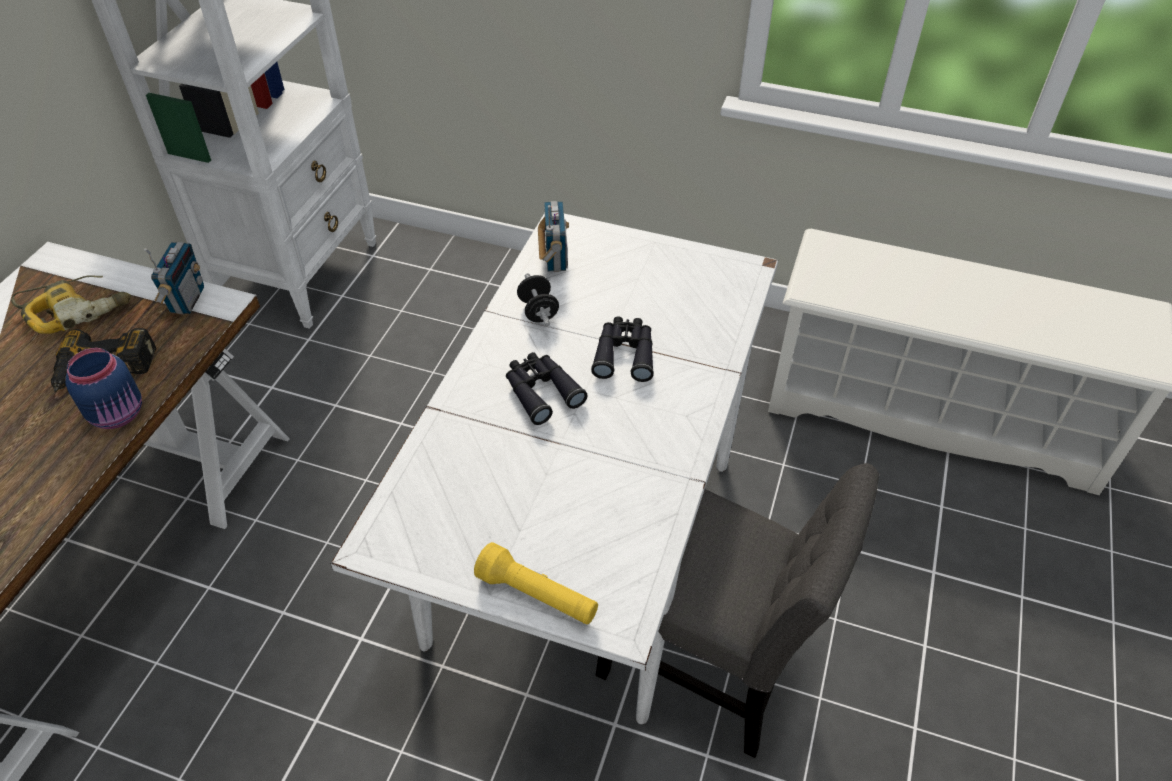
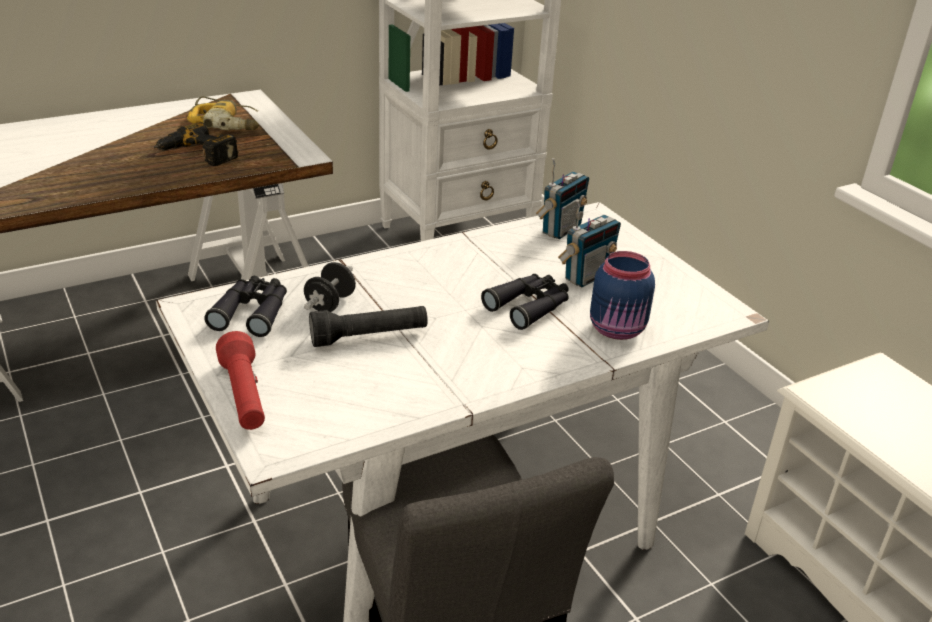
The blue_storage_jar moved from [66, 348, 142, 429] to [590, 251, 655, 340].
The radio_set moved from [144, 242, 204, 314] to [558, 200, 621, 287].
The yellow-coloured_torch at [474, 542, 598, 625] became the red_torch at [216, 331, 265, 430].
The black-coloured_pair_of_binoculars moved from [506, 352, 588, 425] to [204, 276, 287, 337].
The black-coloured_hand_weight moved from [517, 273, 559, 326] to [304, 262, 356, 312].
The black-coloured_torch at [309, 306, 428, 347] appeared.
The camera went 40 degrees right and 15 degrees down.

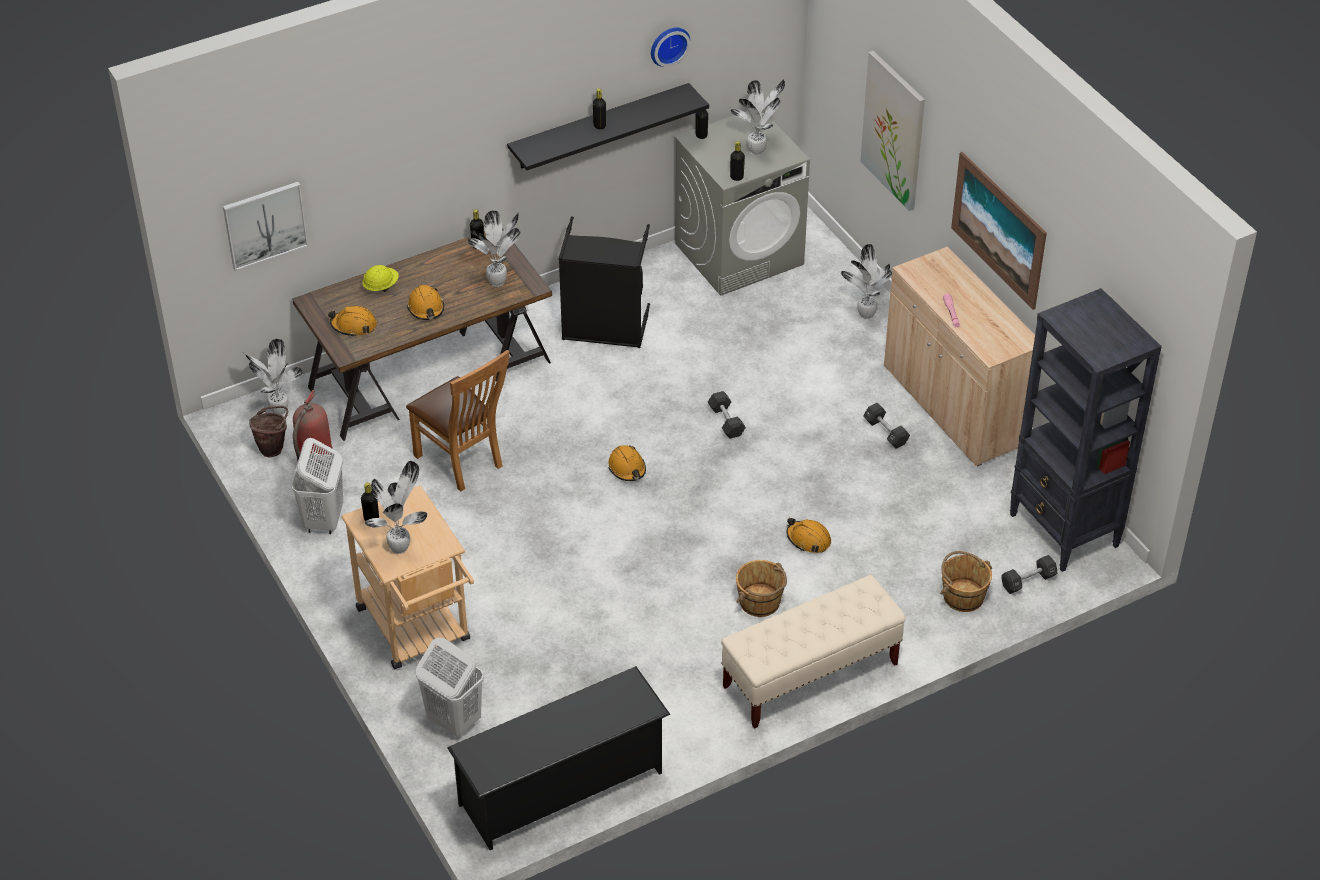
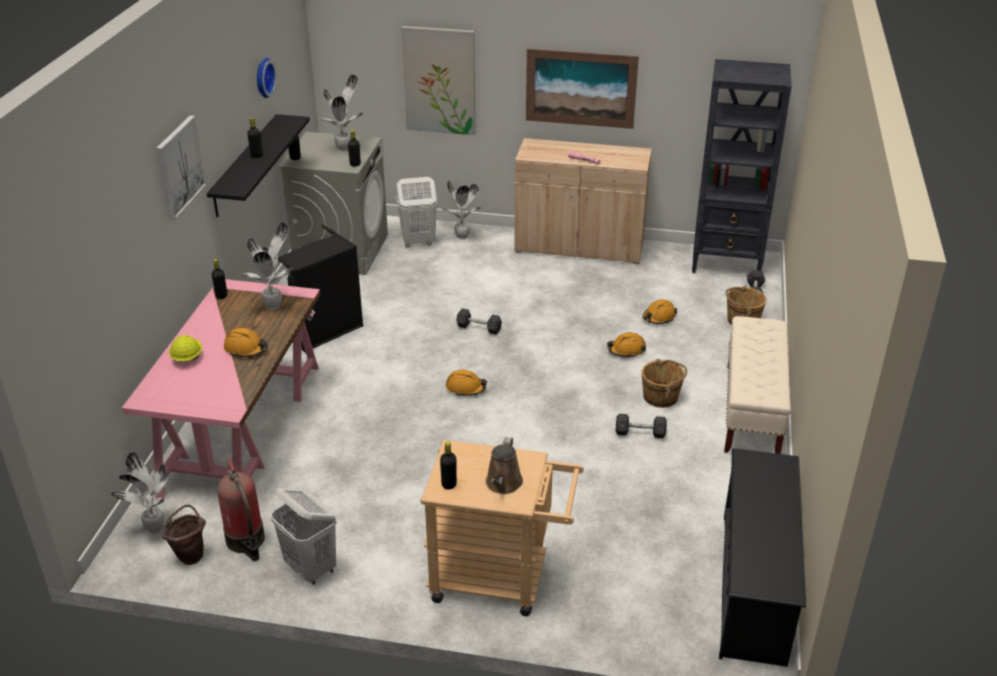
The wall_picture moved from [223, 182, 309, 271] to [156, 116, 207, 220].
The brown-coloured_desk at [292, 228, 552, 441] became the pink-coloured_desk at [122, 279, 321, 499].
The orangey_hard_hat moved from [328, 306, 377, 337] to [643, 299, 677, 324].
The potted_plant at [365, 461, 427, 554] was replaced by the brown-coloured_watering_can at [486, 437, 523, 494].
The brown-coloured_chair at [406, 350, 510, 492] disappeared.
The white-coloured_hamper moved from [416, 637, 484, 737] to [396, 177, 438, 248].
The black-coloured_hand_weight moved from [863, 403, 910, 449] to [616, 414, 667, 438].
The camera went 50 degrees left and 10 degrees down.

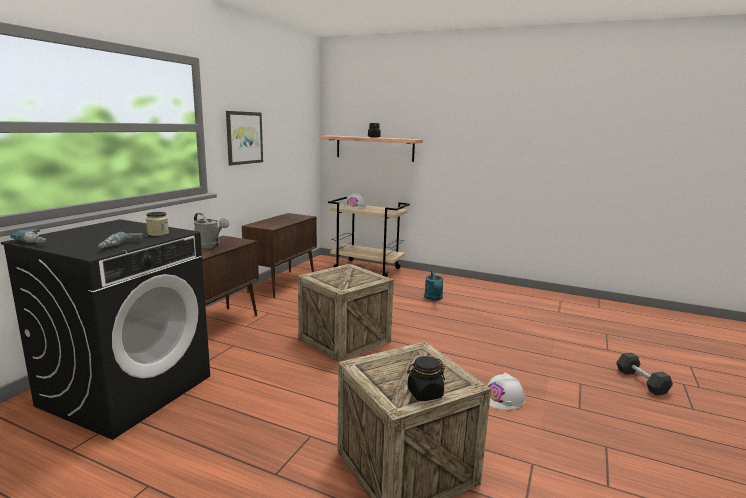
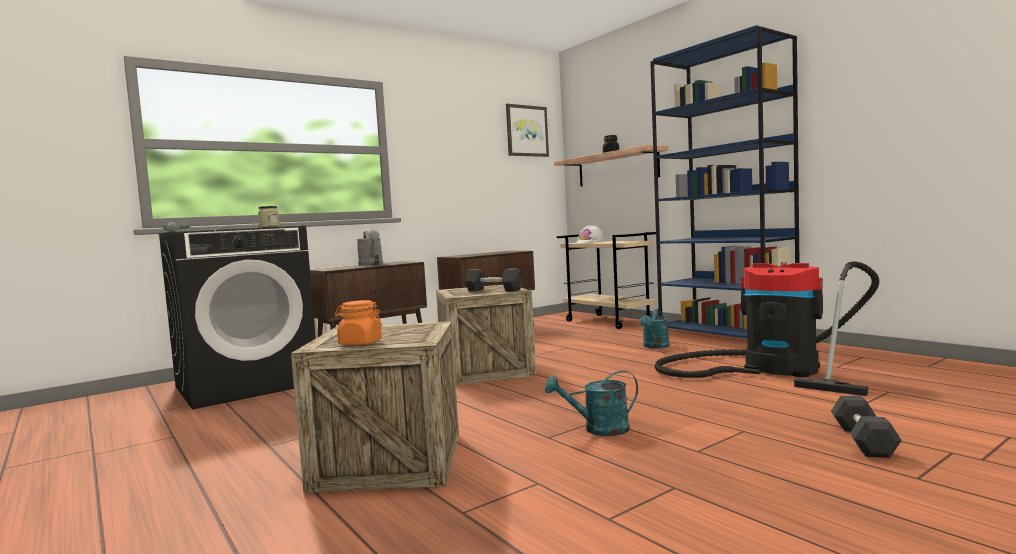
The power_drill at [98, 232, 147, 248] disappeared.
The wall_picture moved from [226, 111, 263, 166] to [506, 104, 549, 157].
The black-coloured_storage_jar at [407, 356, 445, 401] became the orangey_storage_jar at [335, 300, 382, 346].
The white-coloured_hard_hat at [487, 373, 525, 410] was replaced by the turquoise_watering_can at [545, 371, 638, 436].
The greyish_hand_weight at [465, 268, 523, 292] appeared.
The blue_shelving_unit at [650, 25, 800, 338] appeared.
The vacuum_cleaner at [655, 261, 879, 396] appeared.
The camera went 30 degrees right and 10 degrees down.

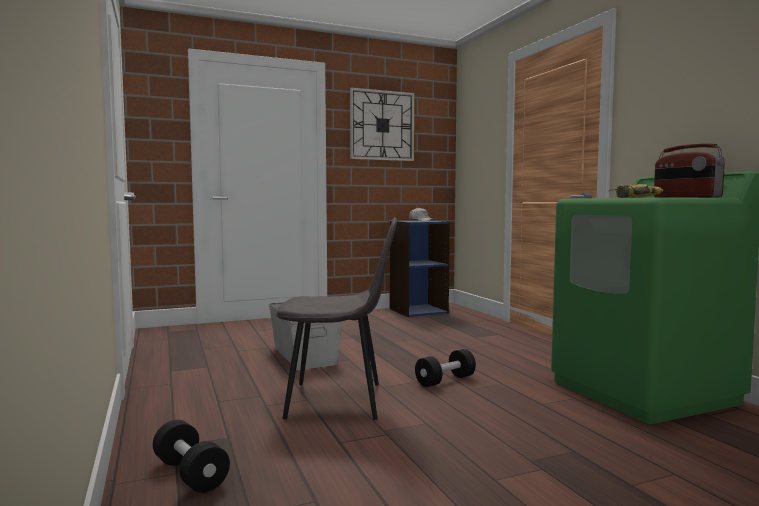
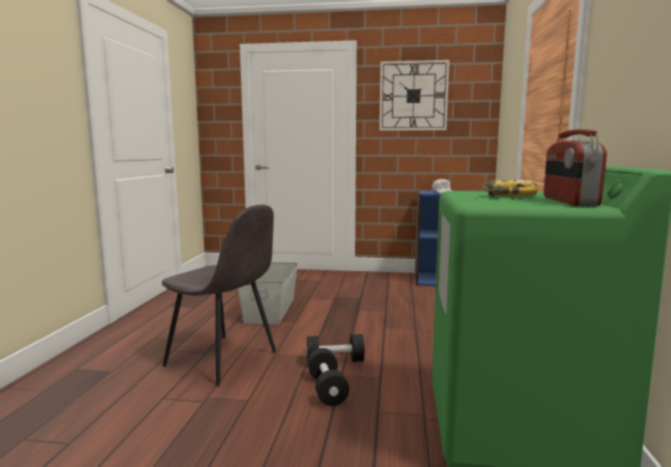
The black-coloured_hand_weight moved from [153, 420, 230, 493] to [307, 348, 349, 406].
The camera went 30 degrees right and 5 degrees up.

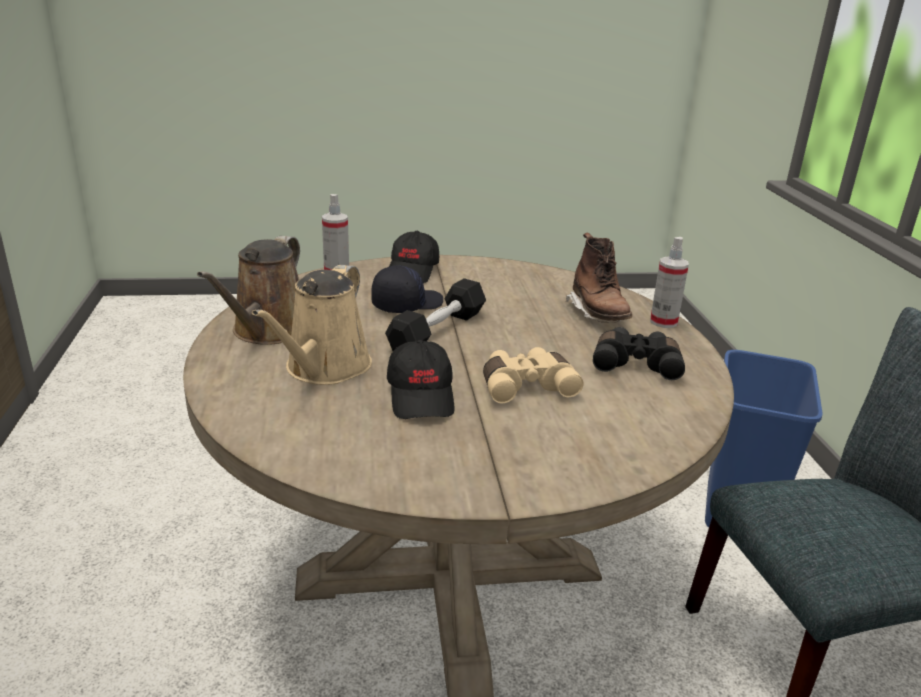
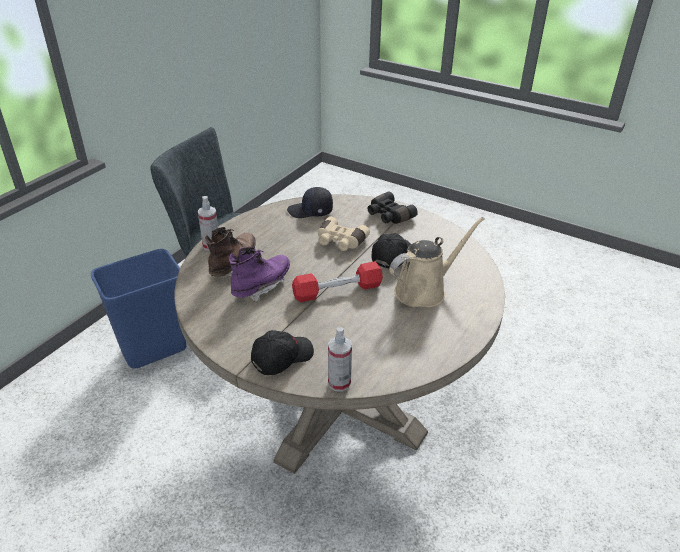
The brown-coloured_watering_can at [197, 236, 300, 345] disappeared.
The black-coloured_baseball_cap moved from [371, 265, 443, 313] to [287, 187, 333, 218].
The black-coloured_hand_weight at [385, 278, 486, 351] became the red_hand_weight at [292, 261, 383, 302].
The black-coloured_pair_of_binoculars moved from [593, 327, 685, 380] to [368, 191, 418, 224].
The purplish_high-top_boot at [229, 247, 290, 302] appeared.
The camera went 140 degrees left and 10 degrees up.

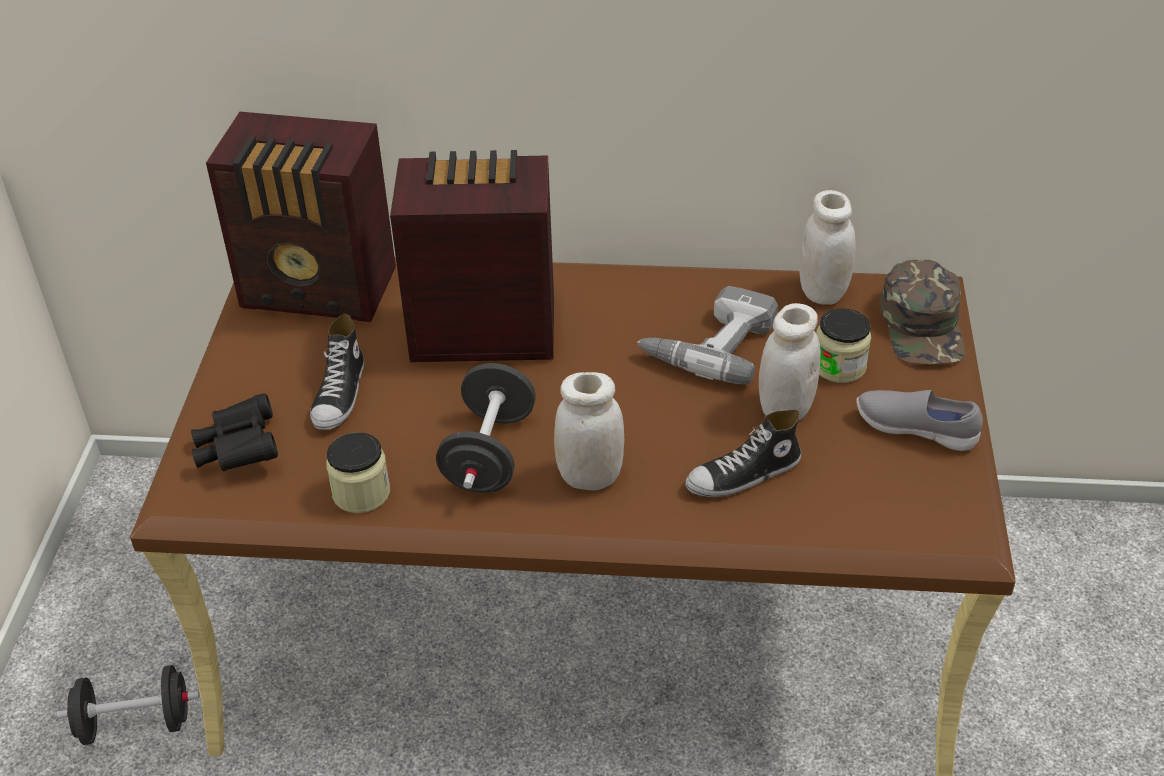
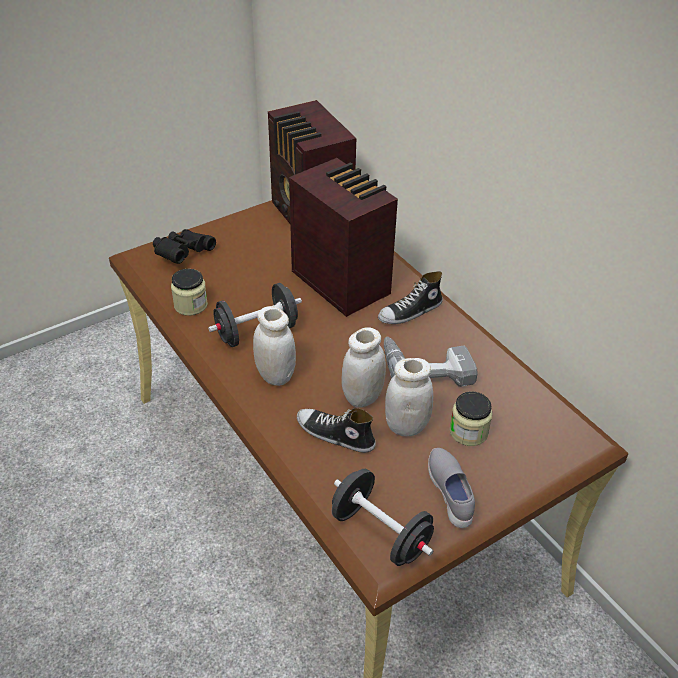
The black-coloured_hand_weight moved from [56, 665, 199, 745] to [332, 469, 434, 566].
The item_of_footwear moved from [310, 314, 364, 430] to [378, 271, 443, 324].
The white-coloured_storage_jar moved from [799, 190, 856, 305] to [342, 327, 386, 408].
The greenish_baseball_cap at [880, 259, 965, 364] disappeared.
The camera went 50 degrees right and 0 degrees up.

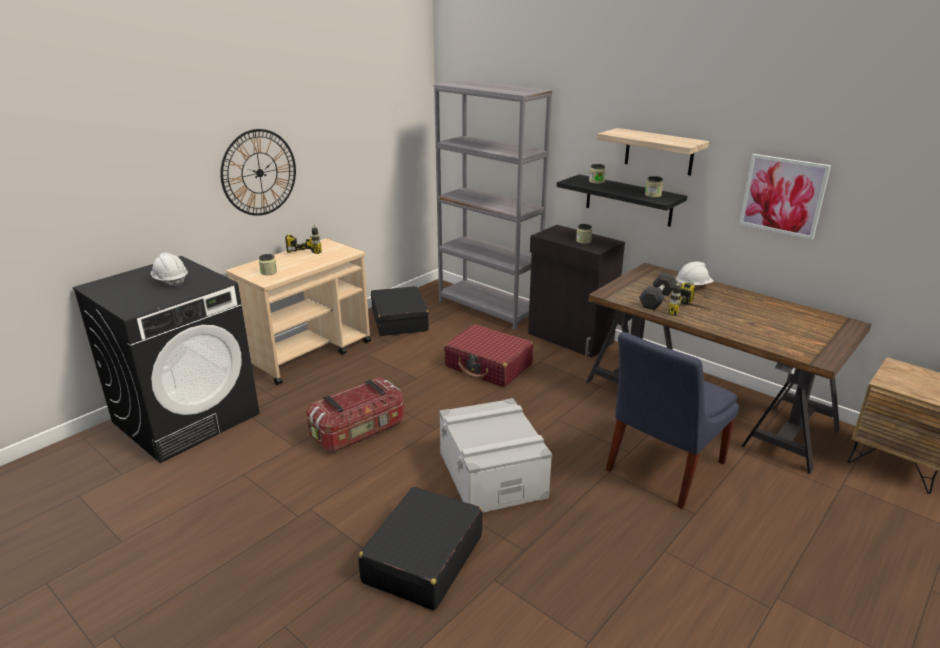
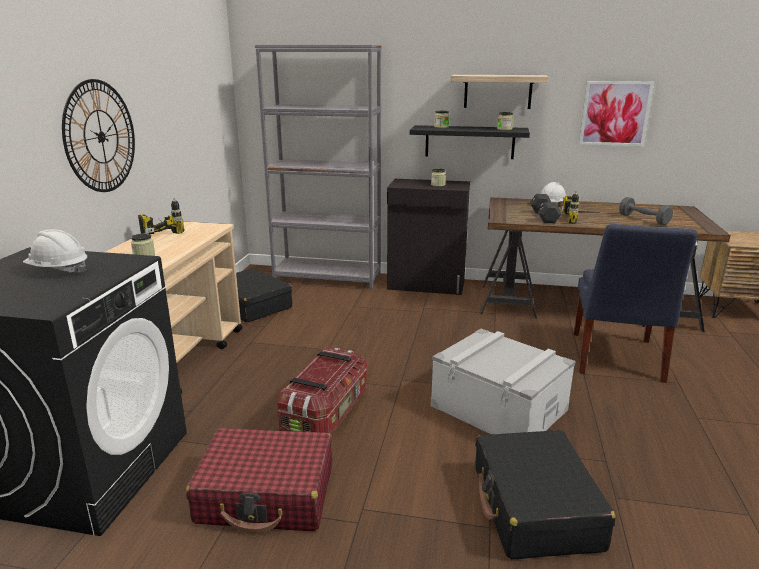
The red_travel_case moved from [444, 324, 533, 387] to [186, 428, 332, 534].
The greyish_hand_weight at [619, 197, 673, 225] appeared.
The camera went 30 degrees left and 5 degrees down.

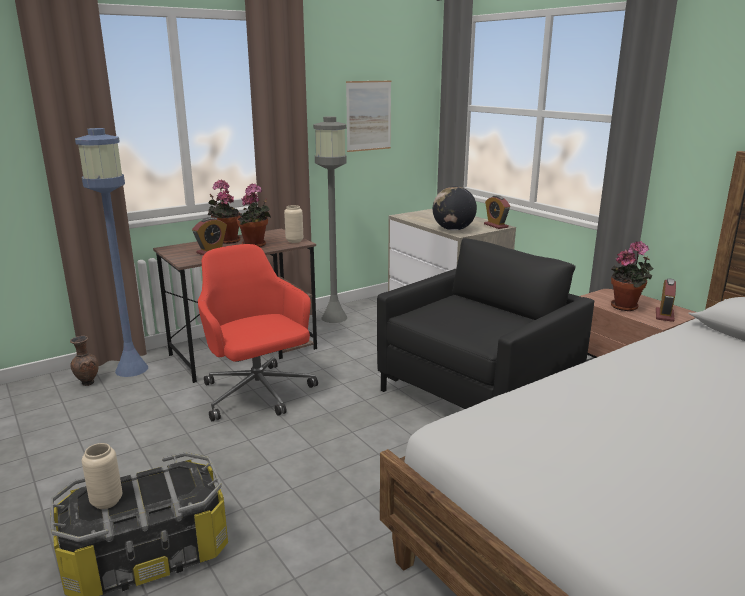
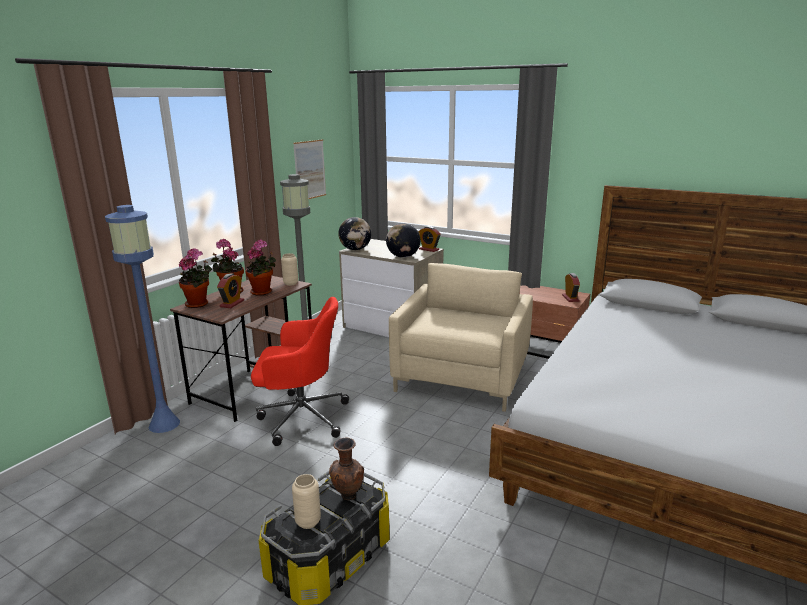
The brown-coloured_flower_vase moved from [70, 336, 99, 386] to [329, 437, 364, 500].
The red_computer_chair at [198, 244, 318, 421] turned 150 degrees clockwise.
The black-coloured_easy_chair at [377, 238, 594, 409] became the beige_easy_chair at [389, 263, 533, 412].
The potted_plant moved from [611, 241, 653, 311] to [179, 248, 212, 308].
The globe at [338, 217, 371, 250] appeared.
The camera went 25 degrees left and 0 degrees up.

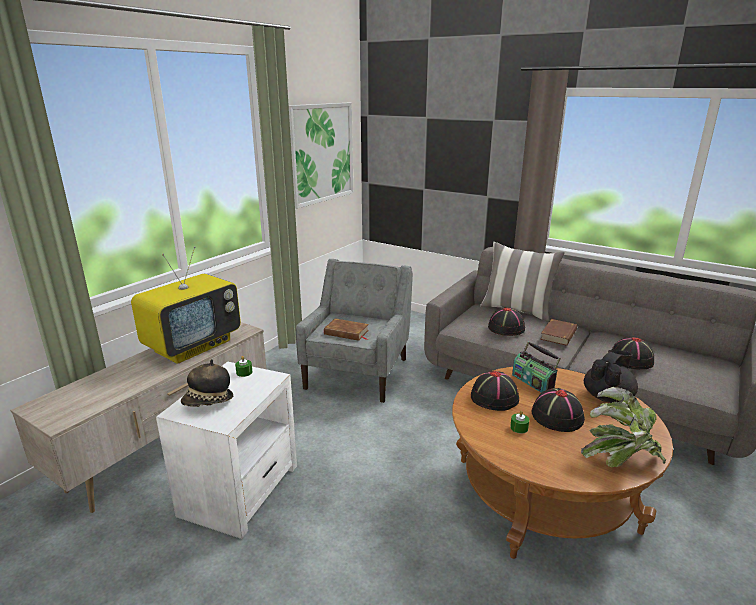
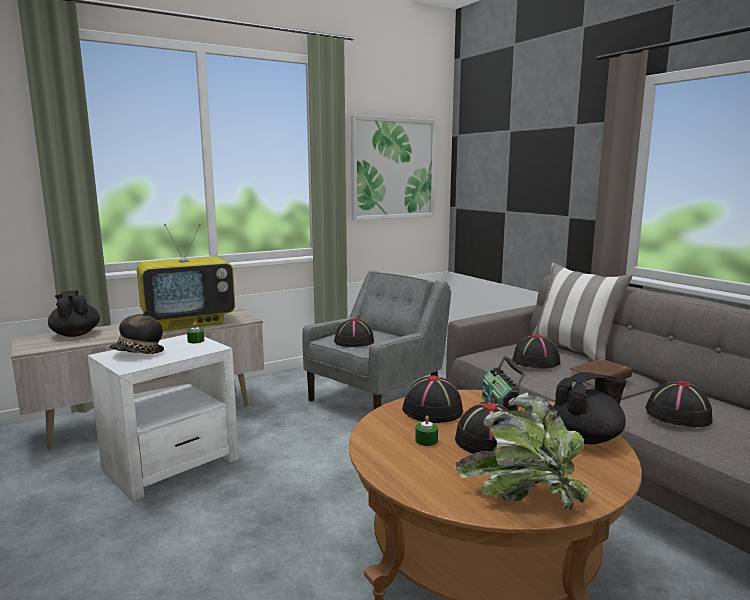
The brown-coloured_bound_book at [324, 318, 369, 341] was replaced by the black-coloured_wearable_hat at [334, 318, 374, 347].
The black-coloured_tea_pot at [48, 290, 100, 337] appeared.
The camera went 25 degrees right and 10 degrees down.

